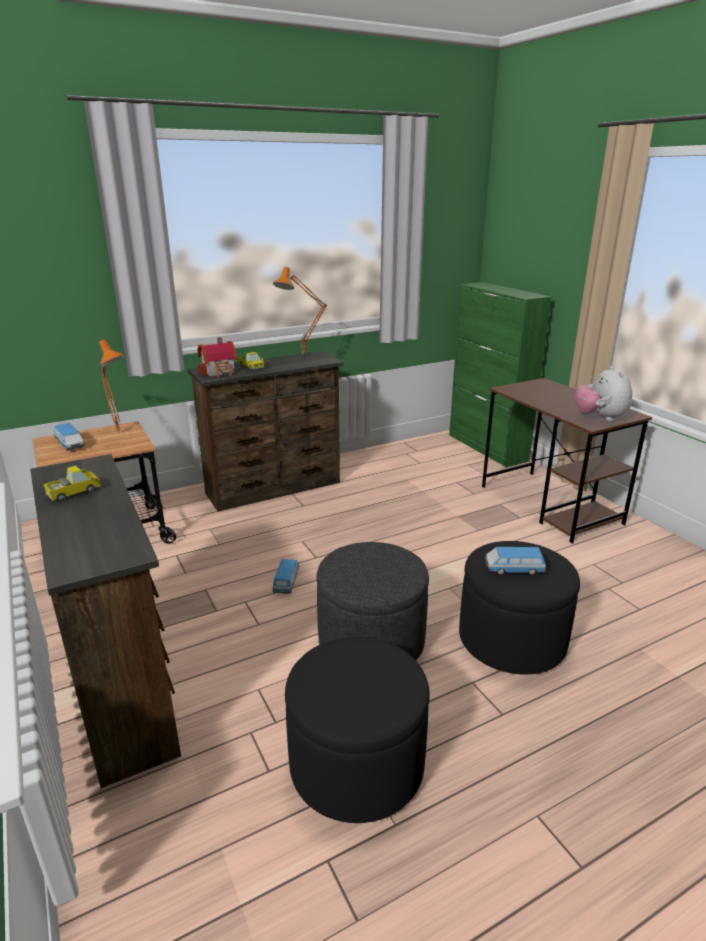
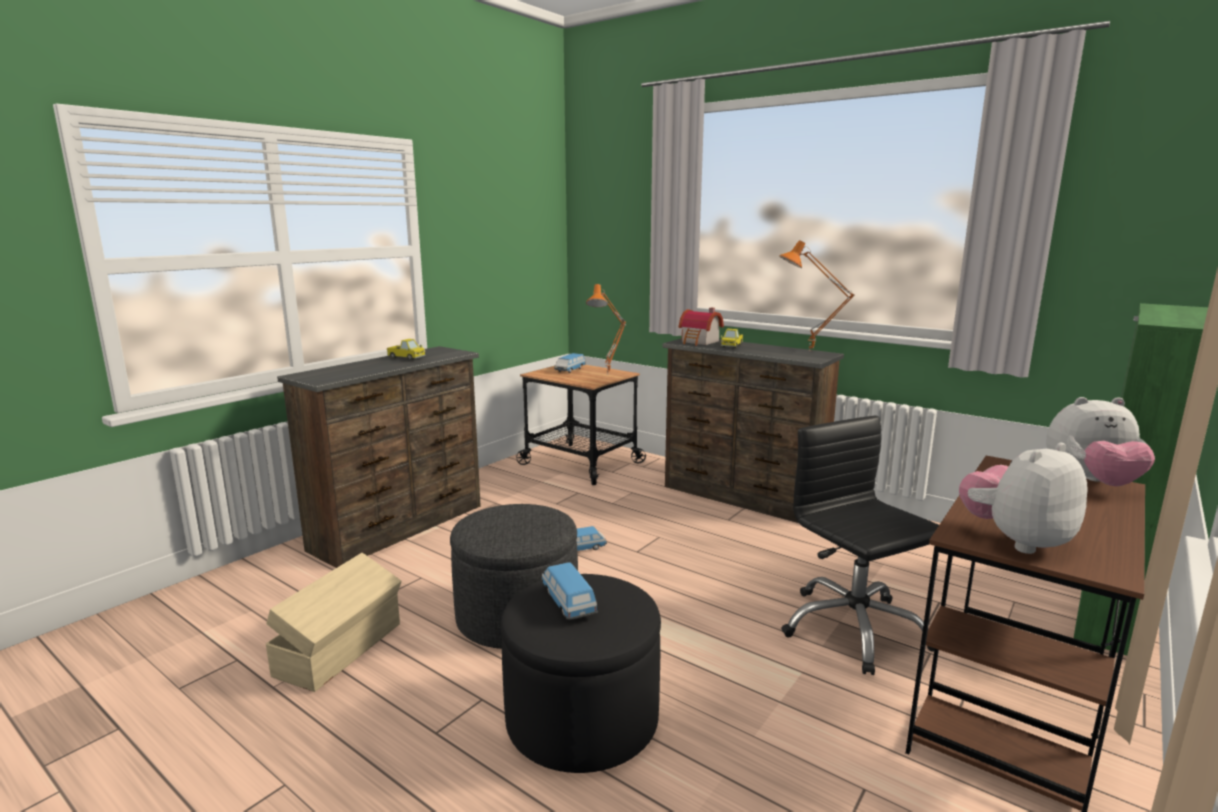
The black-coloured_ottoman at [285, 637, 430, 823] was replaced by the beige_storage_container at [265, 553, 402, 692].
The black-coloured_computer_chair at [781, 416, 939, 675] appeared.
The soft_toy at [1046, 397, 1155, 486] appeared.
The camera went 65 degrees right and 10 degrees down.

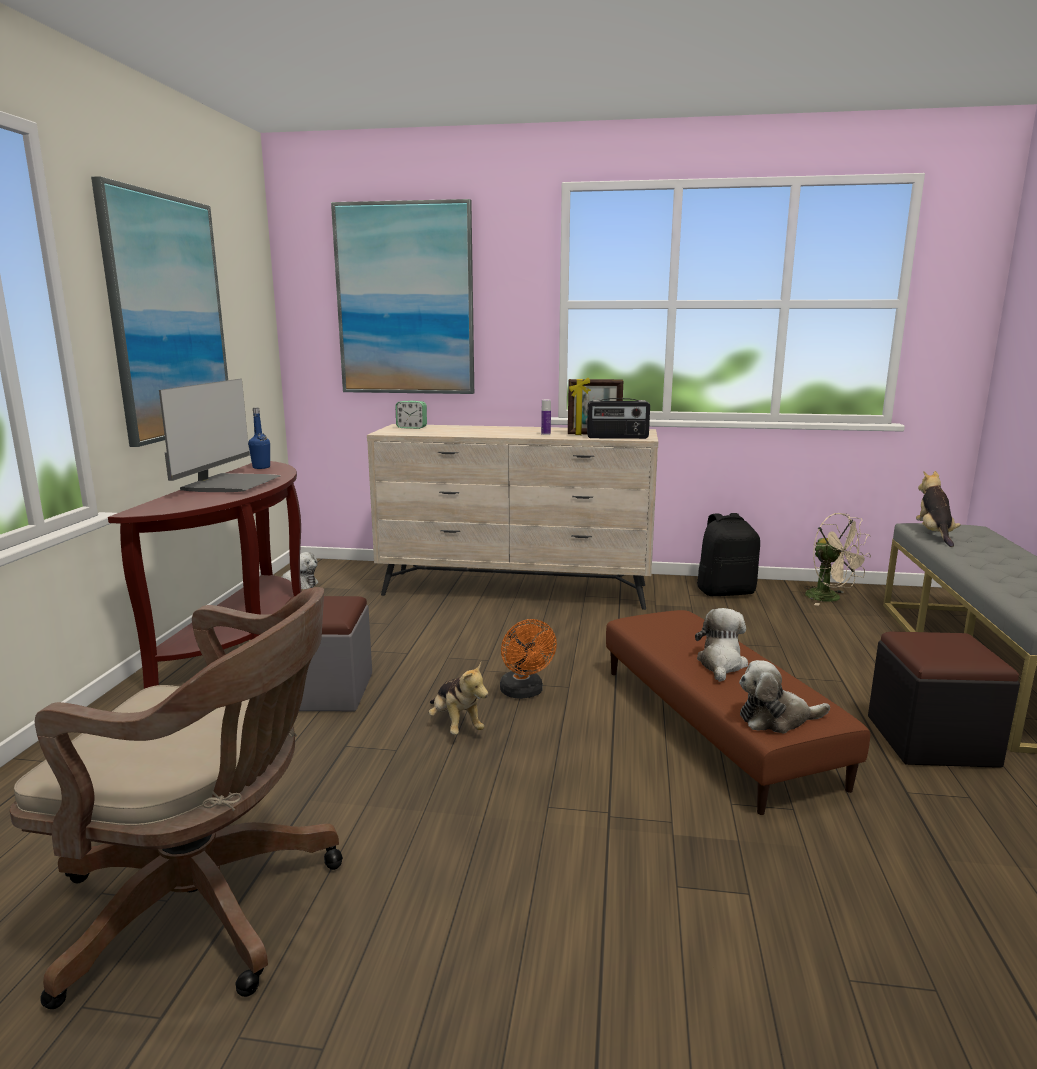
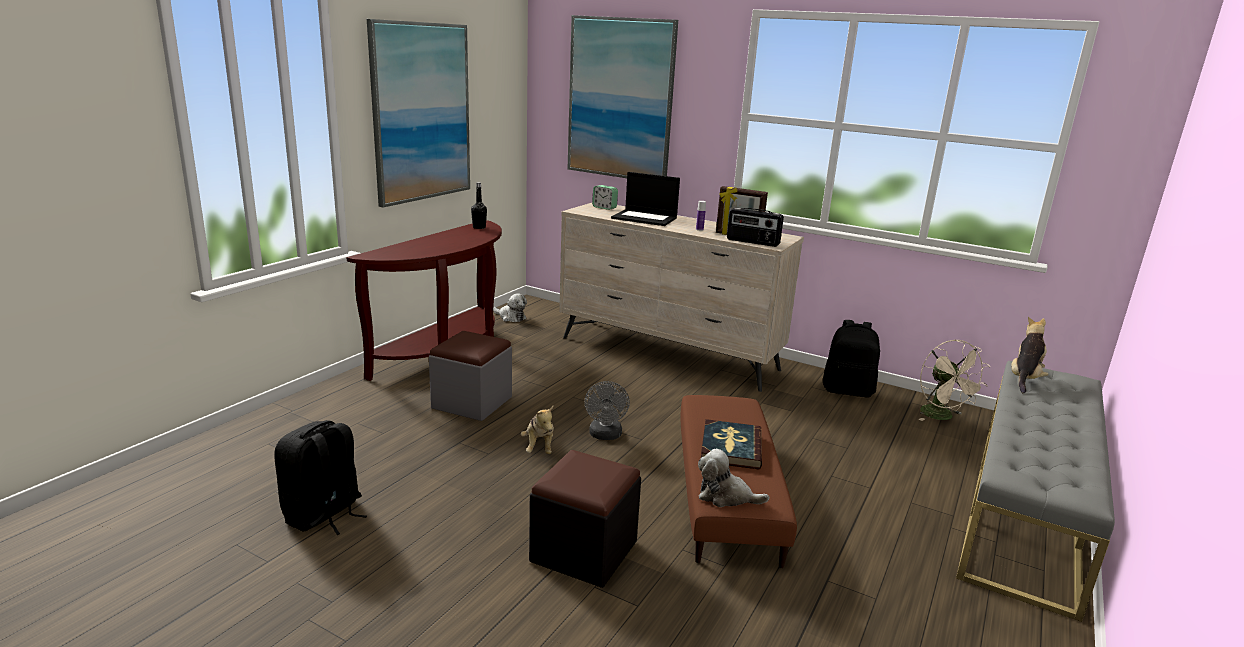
The brown-coloured_computer_chair at [10, 587, 343, 1009] was replaced by the black-coloured_knapsack at [274, 420, 367, 535].
The computer_screen at [159, 379, 280, 492] disappeared.
The blue_drink_bottle at [248, 408, 270, 469] became the black-coloured_drink_bottle at [471, 182, 487, 229].
The orangey_fan at [500, 619, 557, 699] became the greyish_fan at [584, 381, 630, 440].
The soft_toy at [695, 608, 748, 682] was replaced by the bound_book at [701, 419, 762, 469].
The black-coloured_ottoman moved from [868, 632, 1020, 768] to [529, 450, 641, 588].
The notebook_computer at [611, 172, 680, 226] appeared.
The camera went 20 degrees right and 5 degrees up.

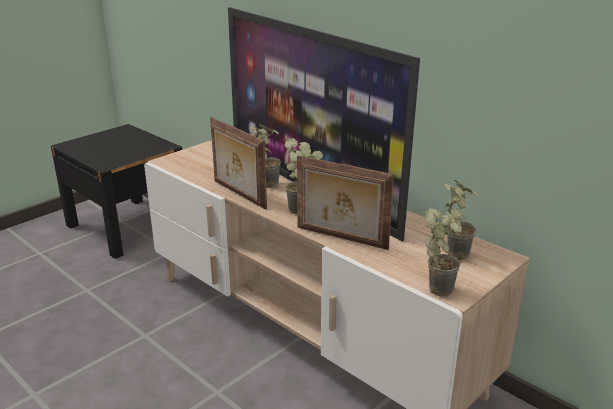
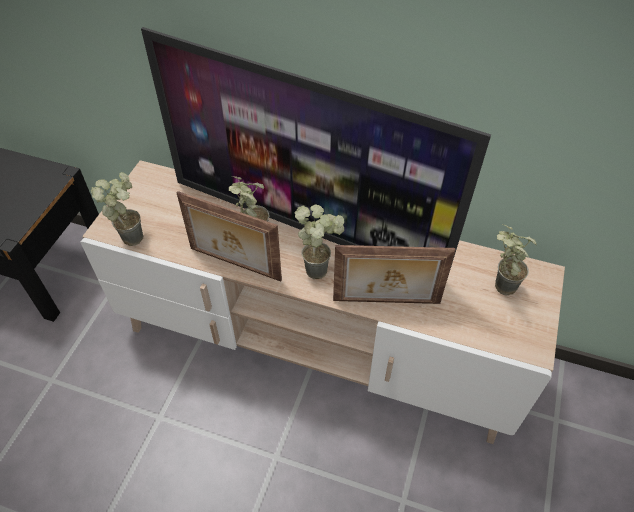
The potted_plant moved from [425, 208, 462, 296] to [91, 172, 143, 246].
The camera went 25 degrees left and 25 degrees up.

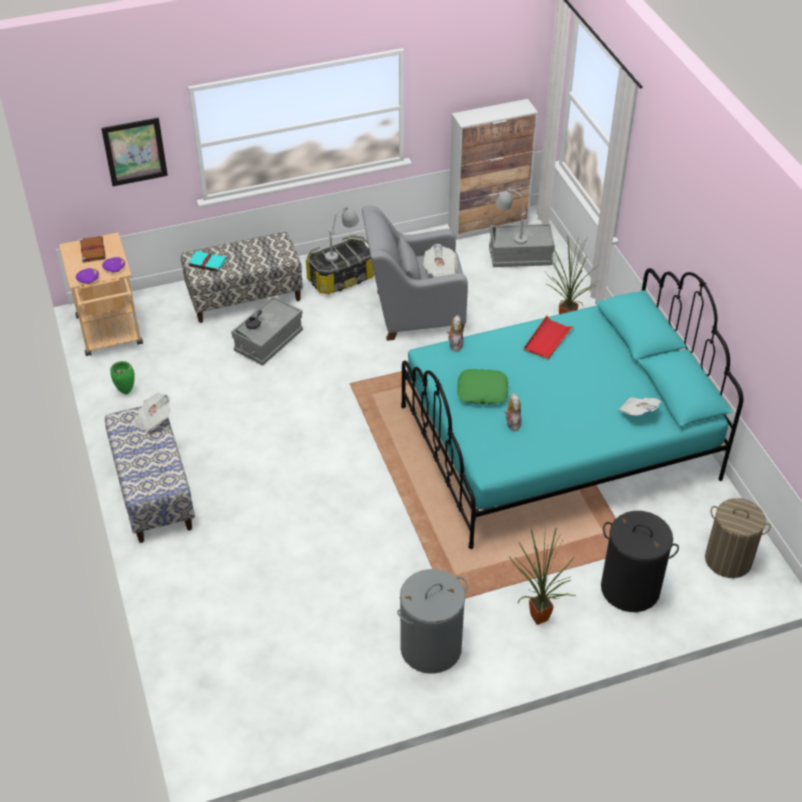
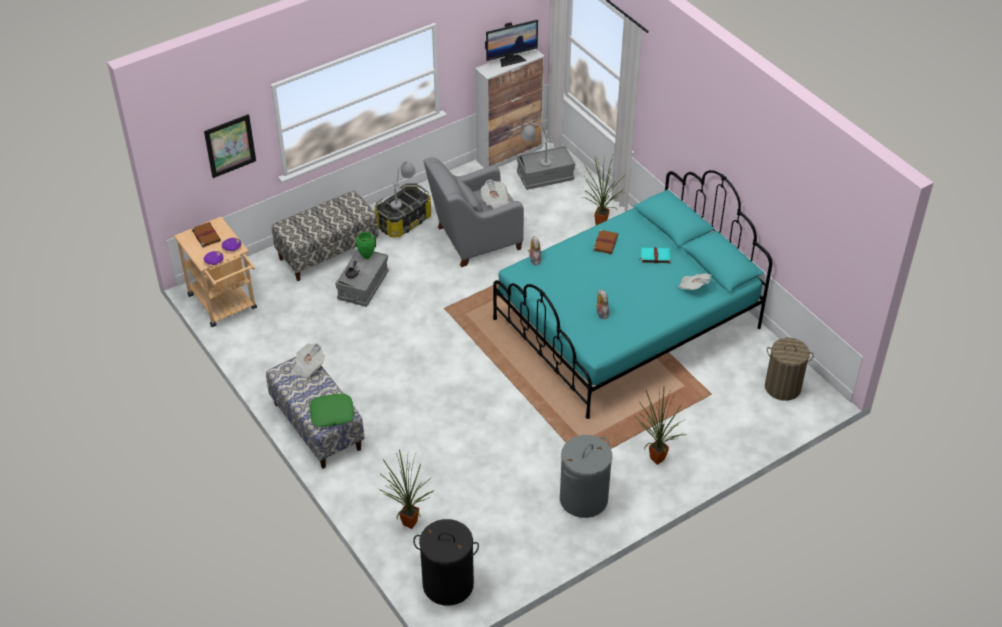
The greenish_flower_vase moved from [110, 361, 135, 394] to [356, 231, 375, 259].
The turquoise_bound_book moved from [187, 251, 227, 272] to [639, 248, 671, 264].
The greenish_cushion moved from [457, 369, 509, 404] to [309, 393, 354, 427].
The red_tray at [524, 315, 575, 360] was replaced by the brown-coloured_bound_book at [593, 230, 619, 254].
The black-coloured_hamper moved from [601, 511, 679, 612] to [413, 519, 479, 606].
The potted_plant at [378, 449, 433, 529] appeared.
The computer_screen at [485, 20, 538, 67] appeared.
The camera went 15 degrees left and 0 degrees up.

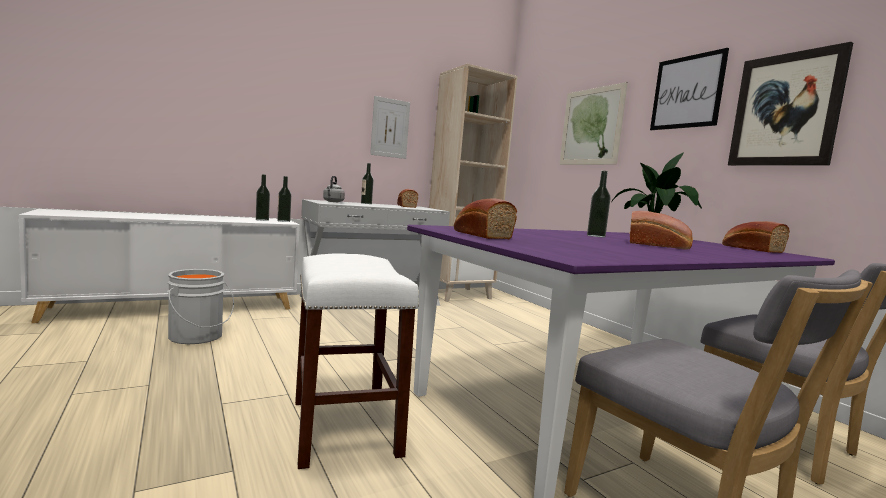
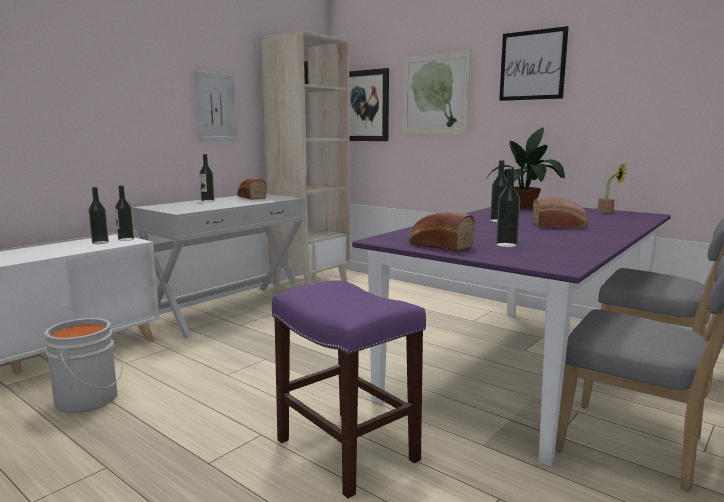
The white-coloured_sitting_stool at [295, 253, 419, 469] became the purplish_sitting_stool at [272, 281, 426, 498].
The greyish_water_kettle at [323, 176, 345, 202] disappeared.
The bakery_bread at [722, 221, 790, 253] was replaced by the potted_plant at [598, 163, 628, 213].
The wall_picture moved from [728, 42, 853, 166] to [349, 68, 389, 141].
The drink_bottle at [496, 168, 520, 247] appeared.
The camera went 20 degrees left and 5 degrees up.

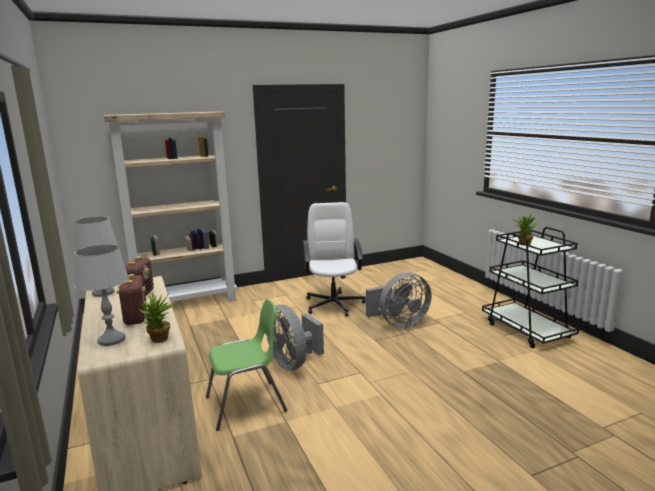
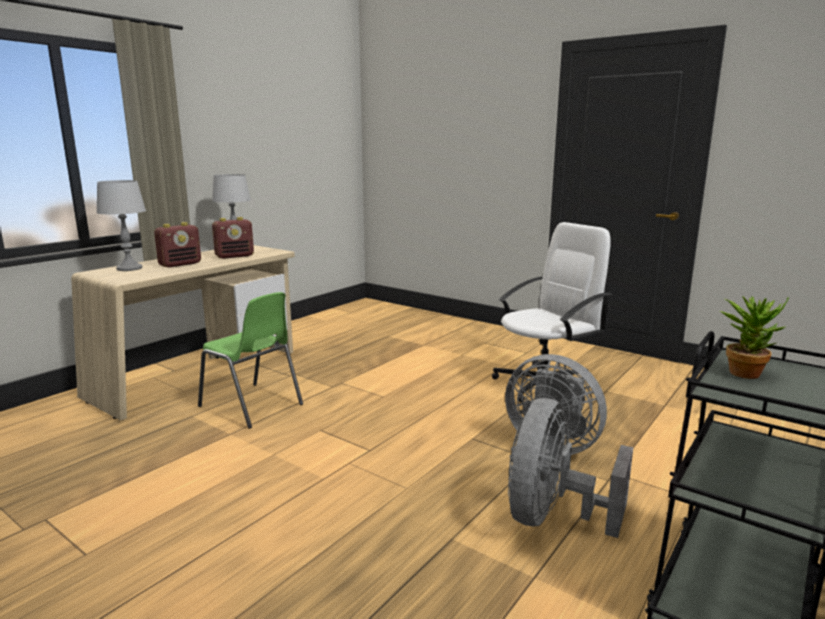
The beige_shelving_unit at [104, 112, 237, 302] disappeared.
The potted_plant at [138, 292, 174, 343] disappeared.
The greyish_fan moved from [267, 304, 324, 371] to [508, 398, 633, 538].
The camera went 60 degrees right and 0 degrees up.

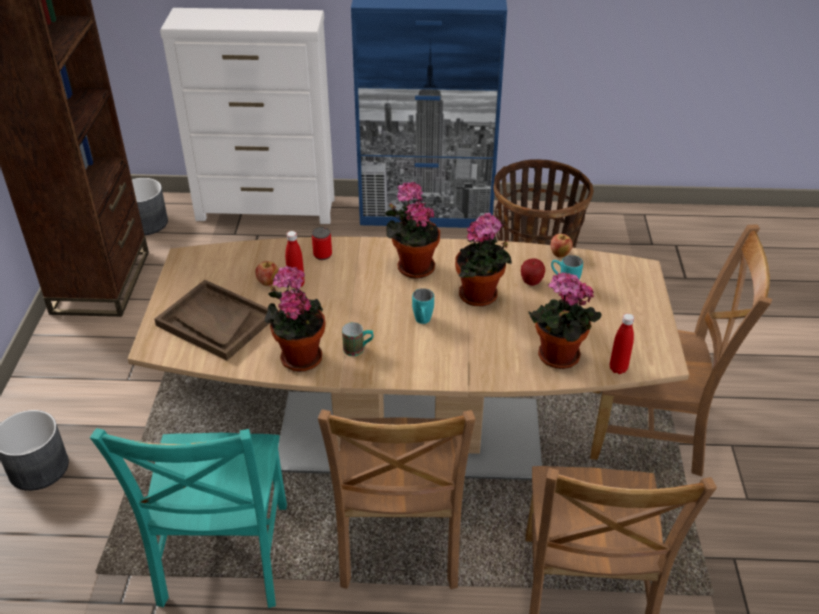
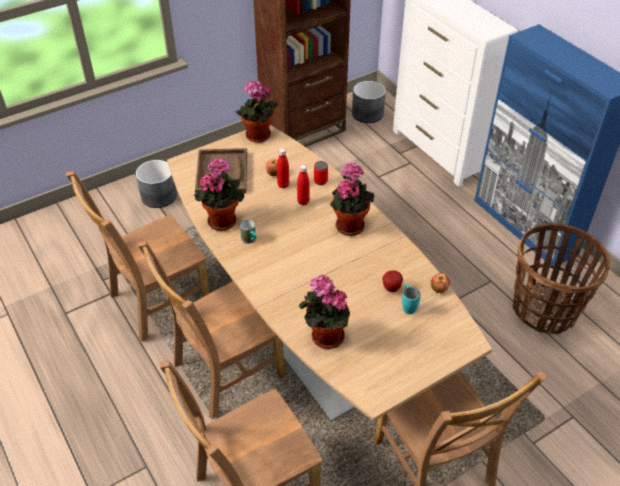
The turquoise_chair at [90, 428, 287, 608] became the brown-coloured_chair at [66, 171, 210, 342].
The turquoise_tea_mug at [412, 288, 434, 324] disappeared.
The potted_plant moved from [455, 213, 512, 306] to [235, 81, 278, 143].
The red_drink_bottle moved from [610, 313, 634, 374] to [297, 165, 310, 205].
The camera went 55 degrees right and 5 degrees up.

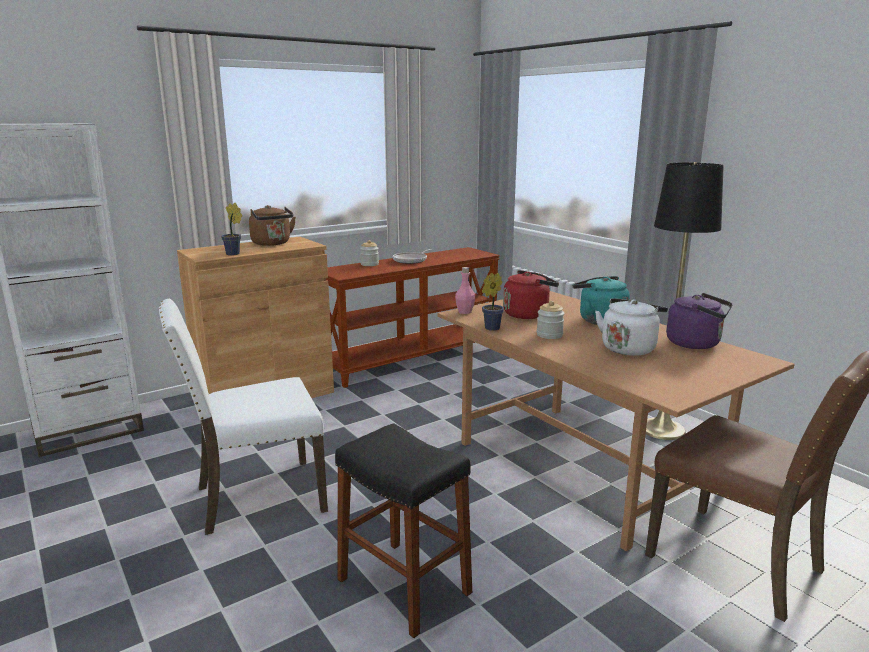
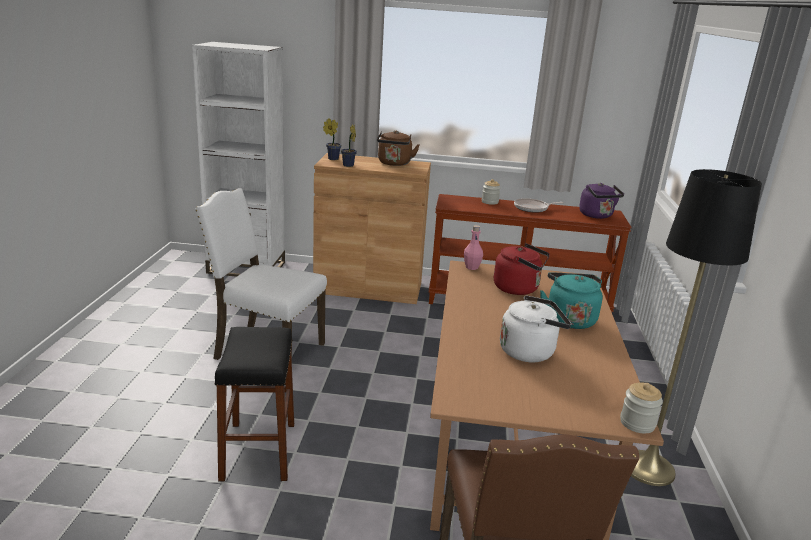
The potted_plant moved from [482, 273, 504, 331] to [323, 118, 341, 160].
The storage_jar moved from [537, 301, 565, 339] to [620, 382, 663, 433].
The purplish_water_kettle moved from [666, 293, 733, 349] to [579, 183, 624, 219].
The camera went 40 degrees right and 5 degrees up.

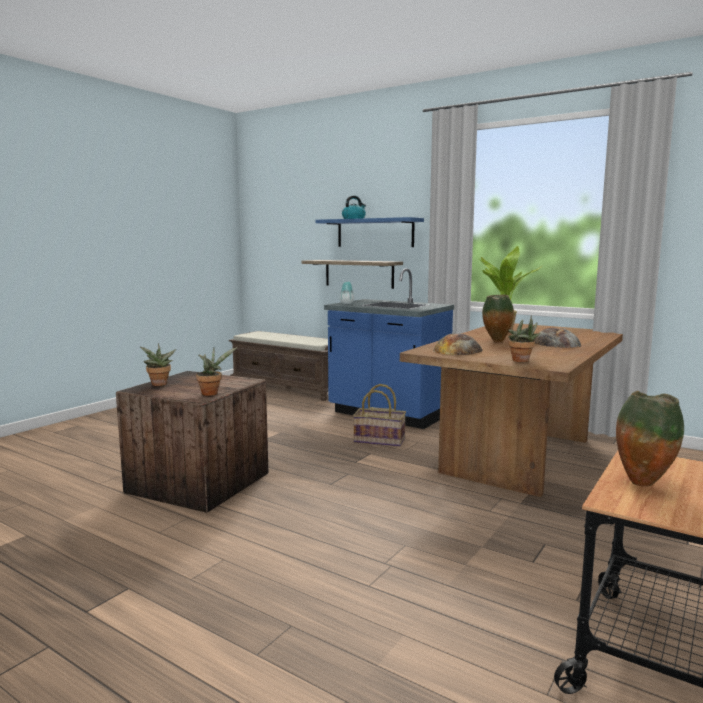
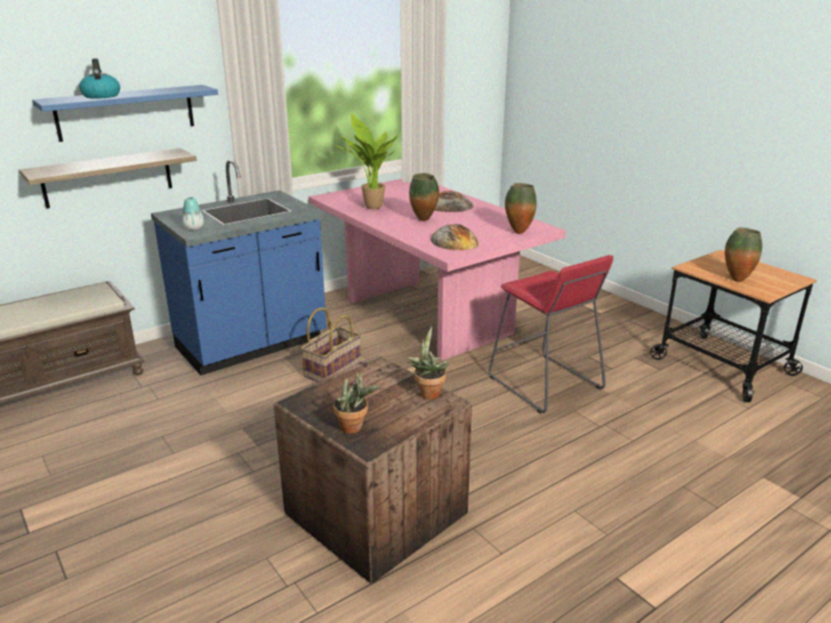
The brown-coloured_dinner_table at [400, 323, 623, 497] became the pink-coloured_dinner_table at [308, 179, 566, 361].
The potted_plant at [508, 315, 541, 362] was replaced by the flower_vase at [505, 183, 537, 234].
The red_sitting_stool at [489, 255, 613, 414] appeared.
The camera went 70 degrees left and 15 degrees up.

